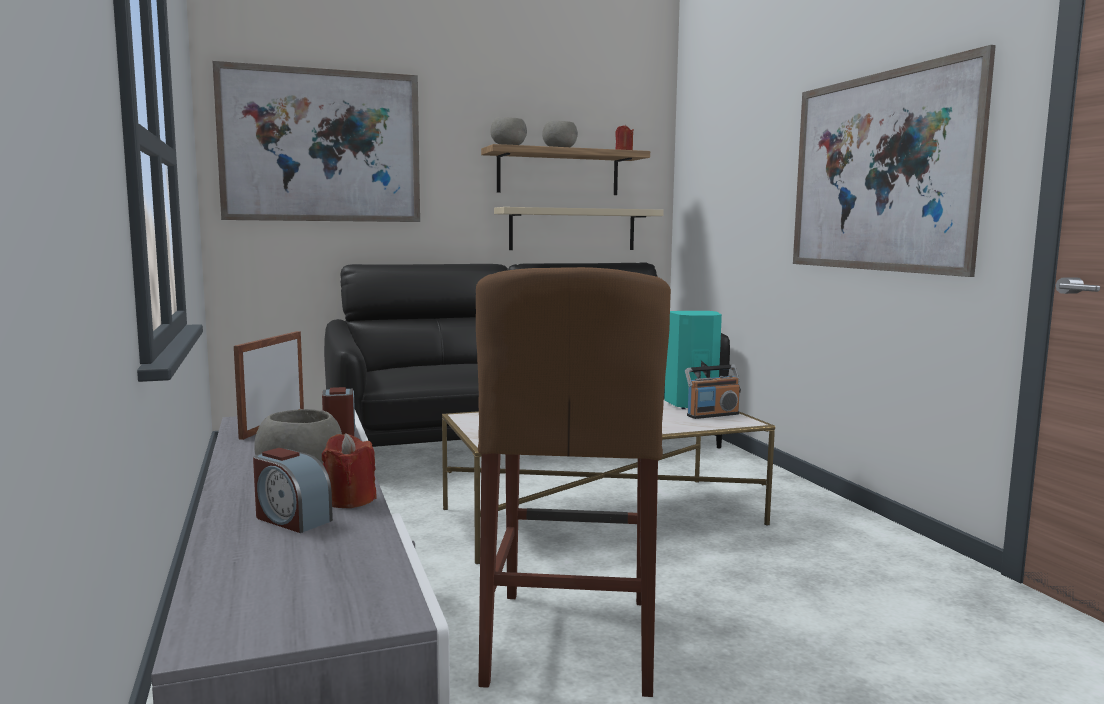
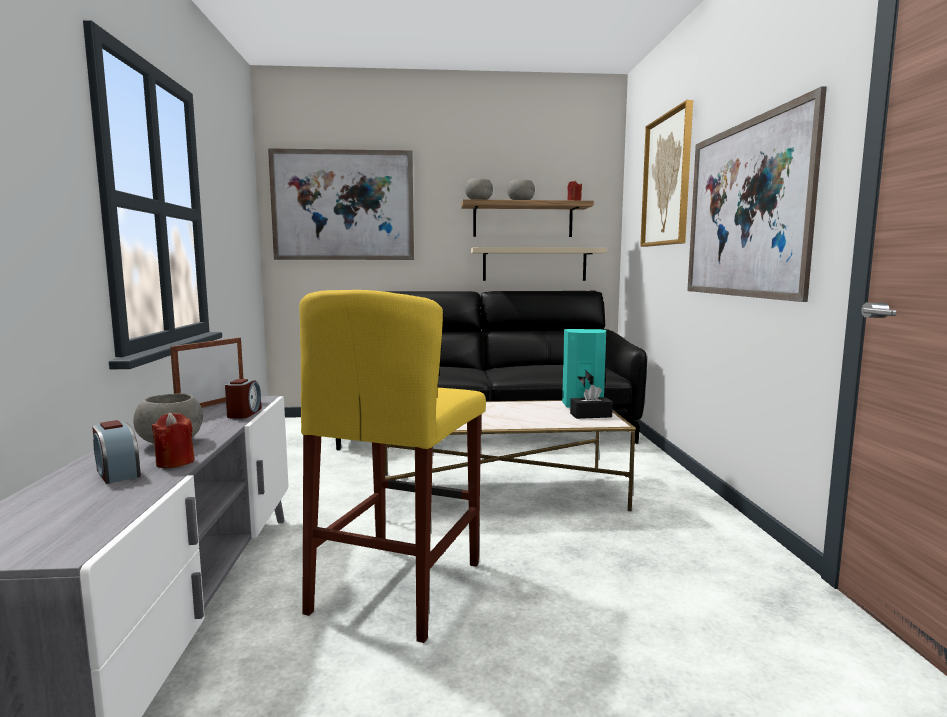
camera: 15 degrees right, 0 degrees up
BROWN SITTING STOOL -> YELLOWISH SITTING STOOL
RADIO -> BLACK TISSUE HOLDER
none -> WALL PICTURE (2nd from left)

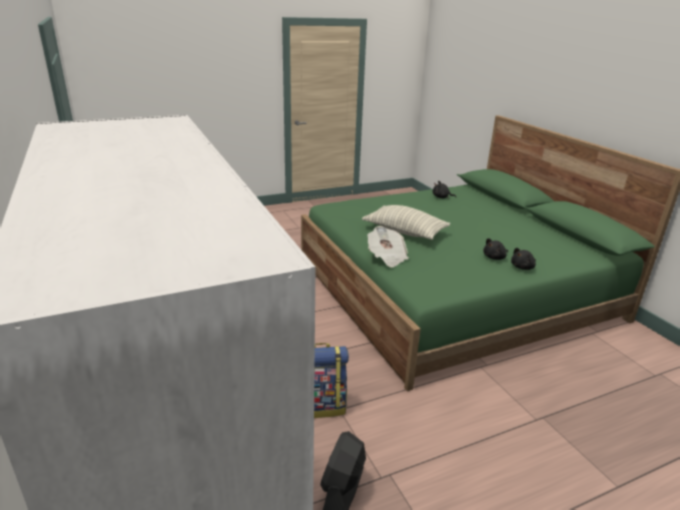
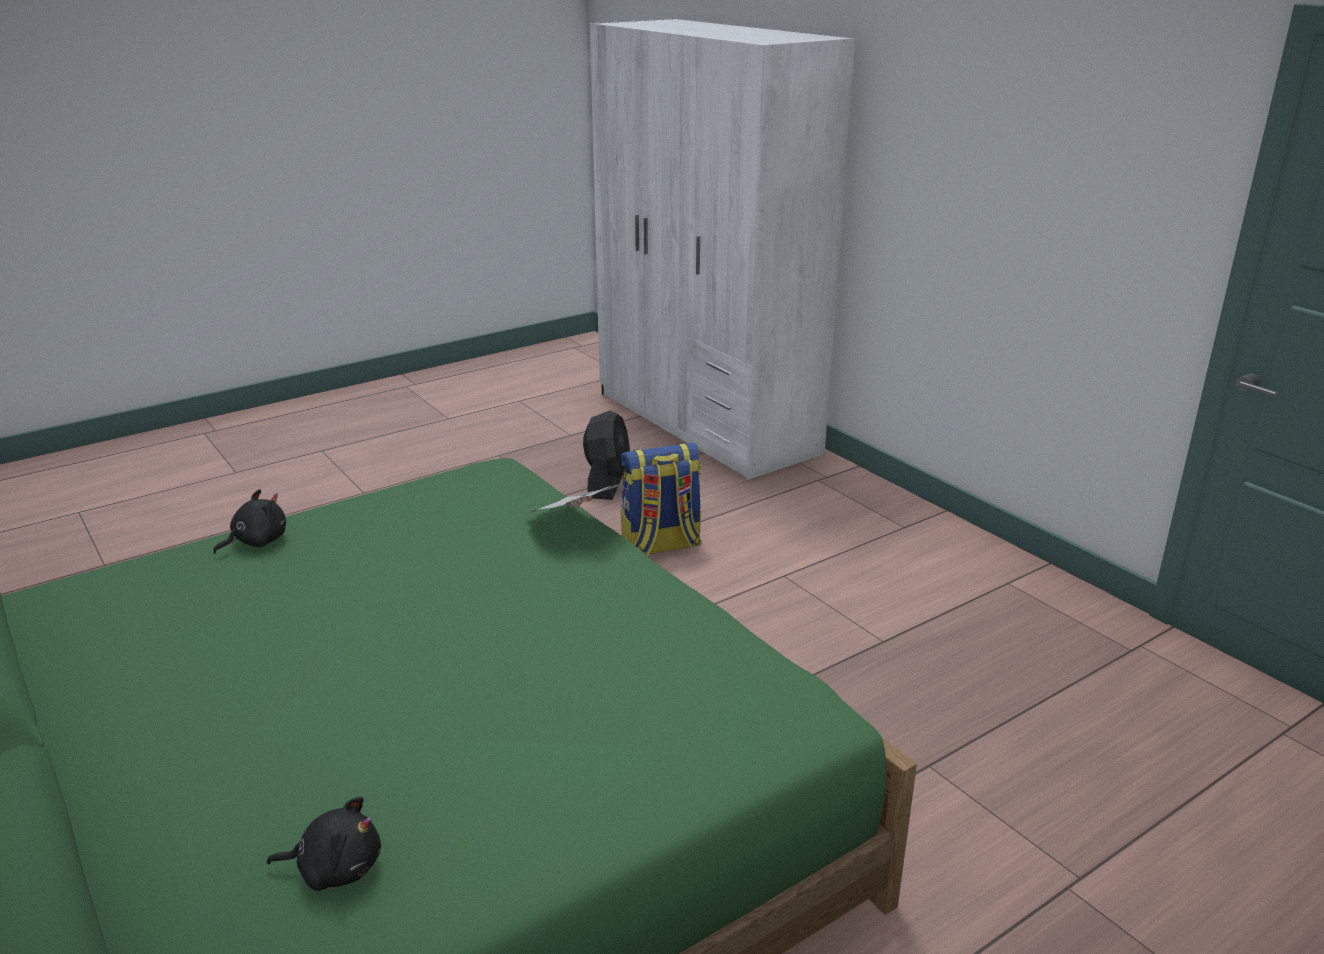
camera: 170 degrees right, 0 degrees up
THROW PILLOW -> none
BLACK PLUSH TOY (2nd from left) -> none

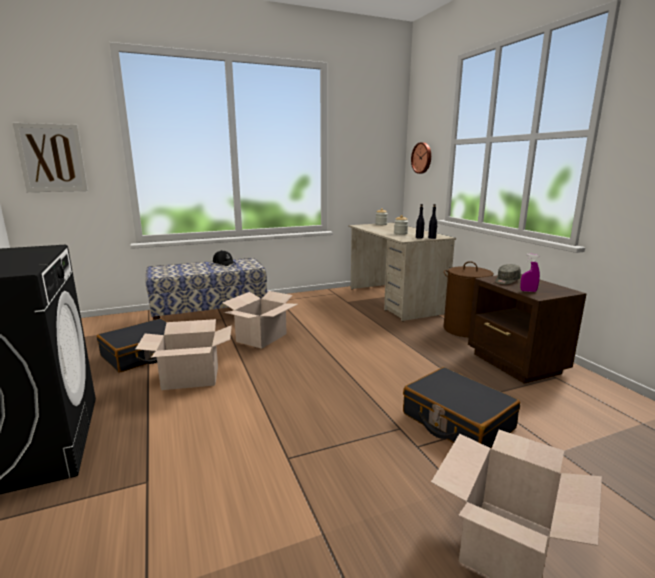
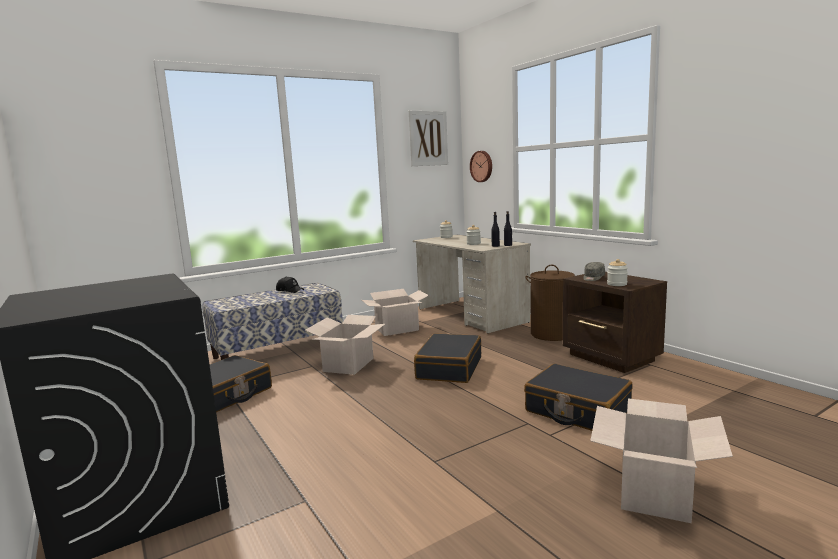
camera: 10 degrees left, 5 degrees down
WALL PICTURE, moved
PURPLISH SPRAY BOTTLE -> PRESERVE JAR (3rd from left)
PACKING BOX (1st from left in the first image) -> PACKING BOX (2nd from left), moved
none -> BLACK PIECE OF LUGGAGE (2nd from left)

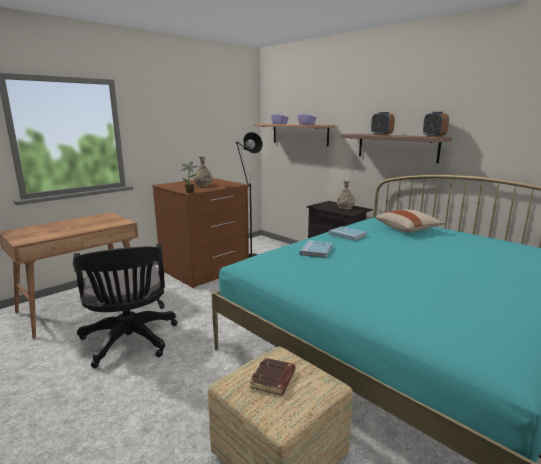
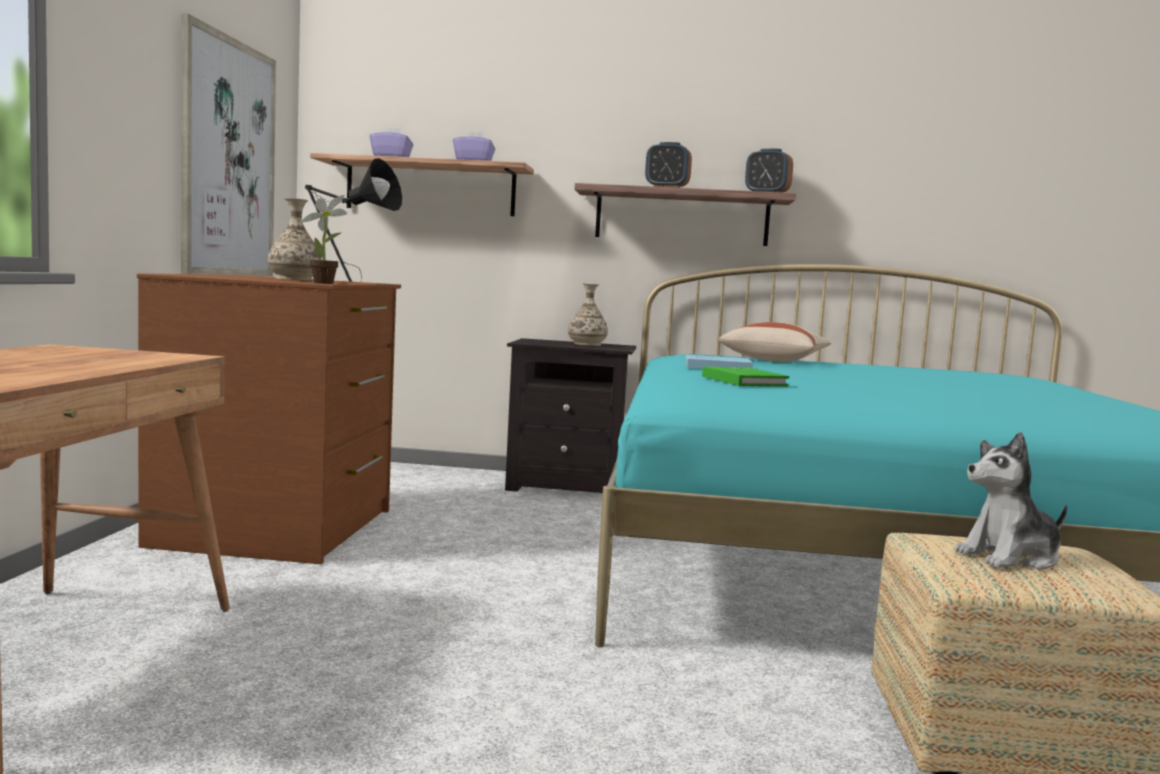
camera: 40 degrees left, 10 degrees down
BLUE VOLUME (1st from left) -> GREEN VOLUME
BLACK DESK CHAIR -> none
BROWN VOLUME -> PLUSH TOY
none -> WALL PICTURE

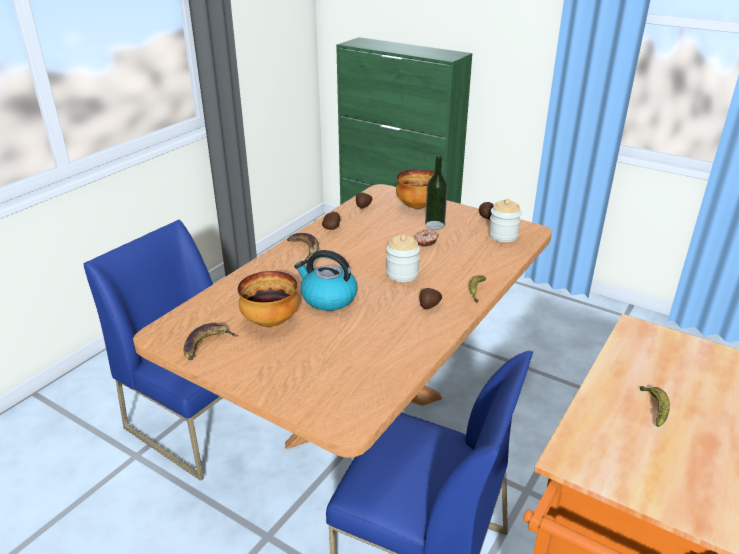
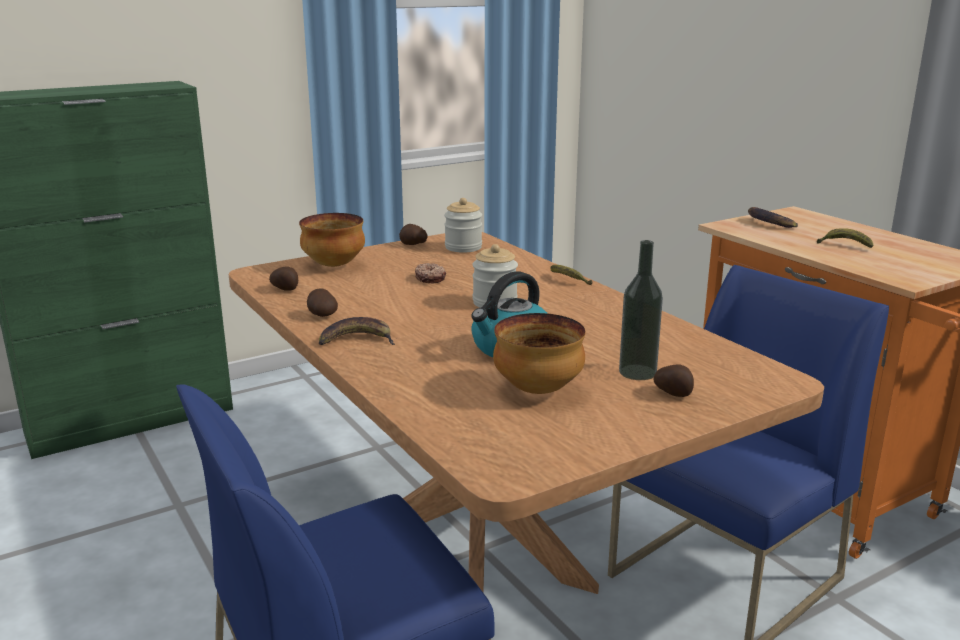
camera: 65 degrees left, 10 degrees down
BEVERAGE BOTTLE, moved
POTATO (3rd from left in the first image) -> POTATO (4th from left), moved
WHOLE BANANA (1st from left in the first image) -> WHOLE BANANA (3rd from left), moved

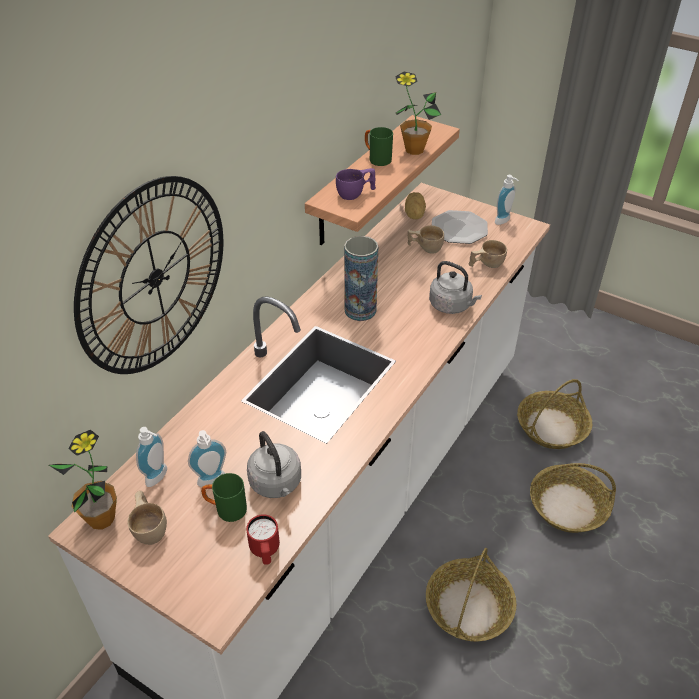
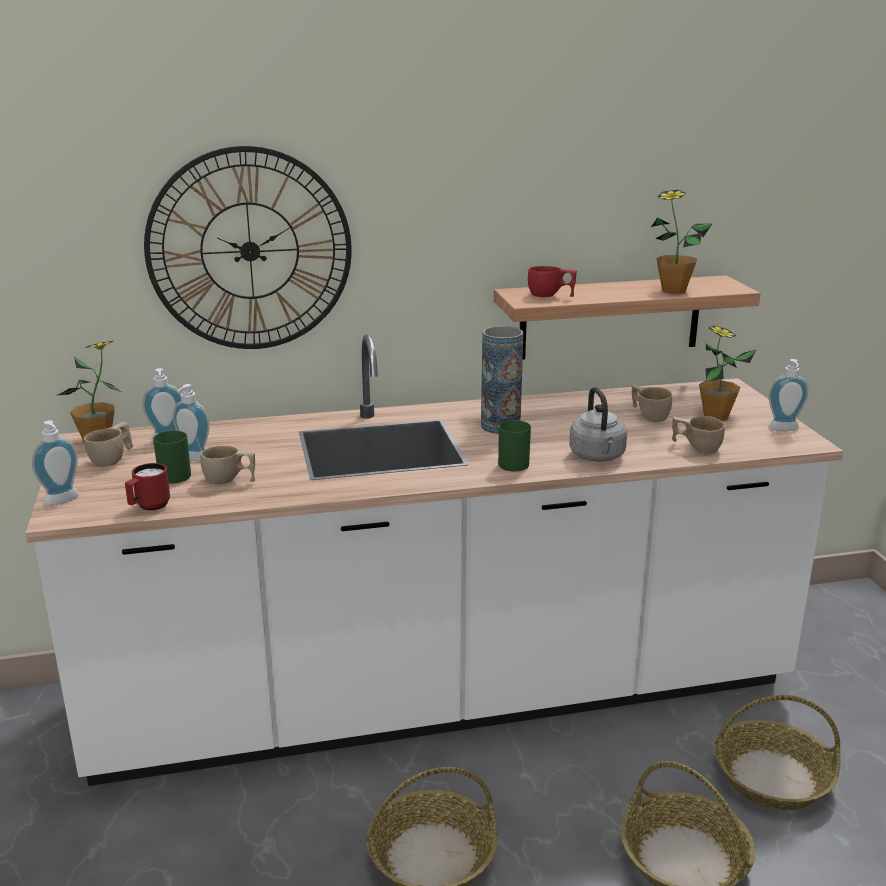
camera: 45 degrees right, 20 degrees down
GREEN TEA MUG (2nd from left), moved
PURPLISH SMALL CUP -> REDDISH SMALL CUP
POTATO -> none
FLAT DISH -> PLANT IN A POT (3rd from left)
GRAY KETTLE (1st from left) -> BEIGE SMALL CUP (2nd from left)
none -> LIQUID SOAP BOTTLE (1st from left)

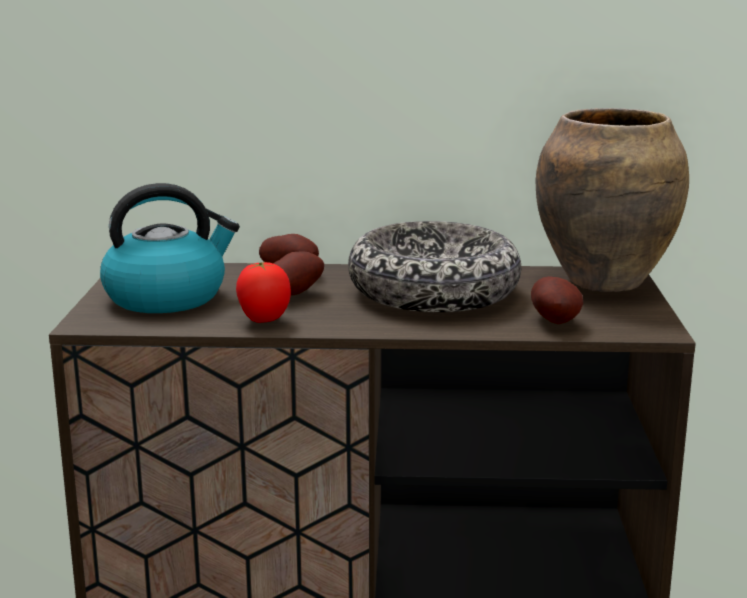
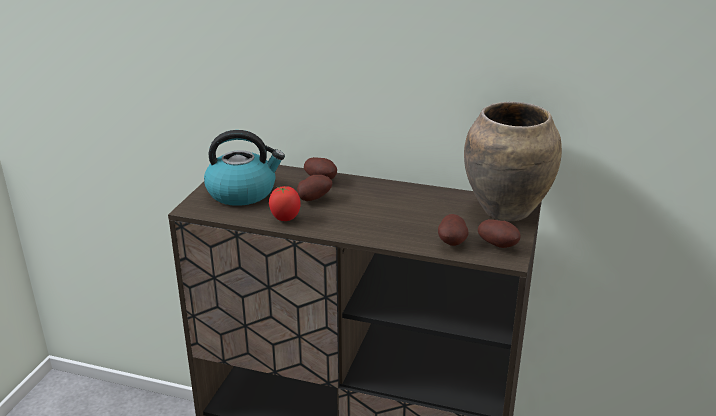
camera: 15 degrees right, 10 degrees up
SERVING BOWL -> none
none -> POTATO (4th from left)

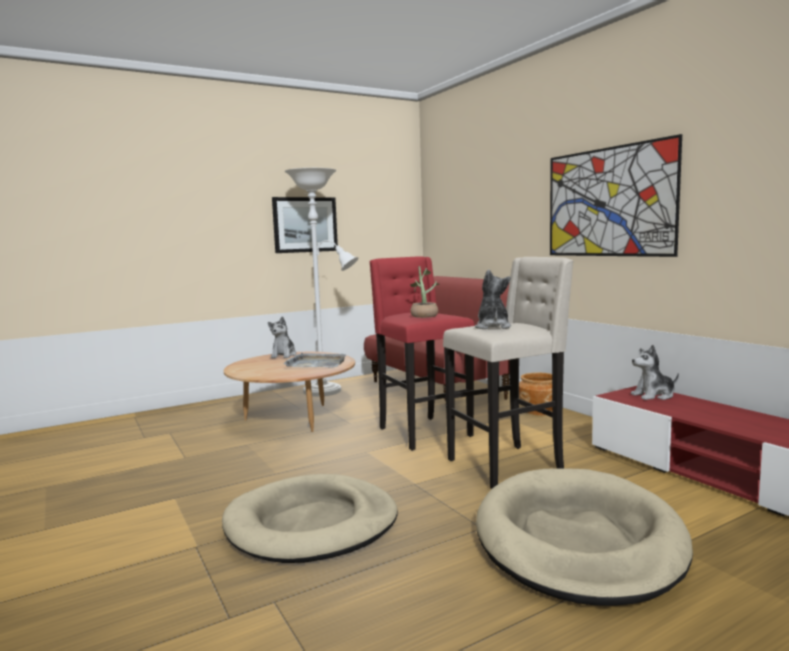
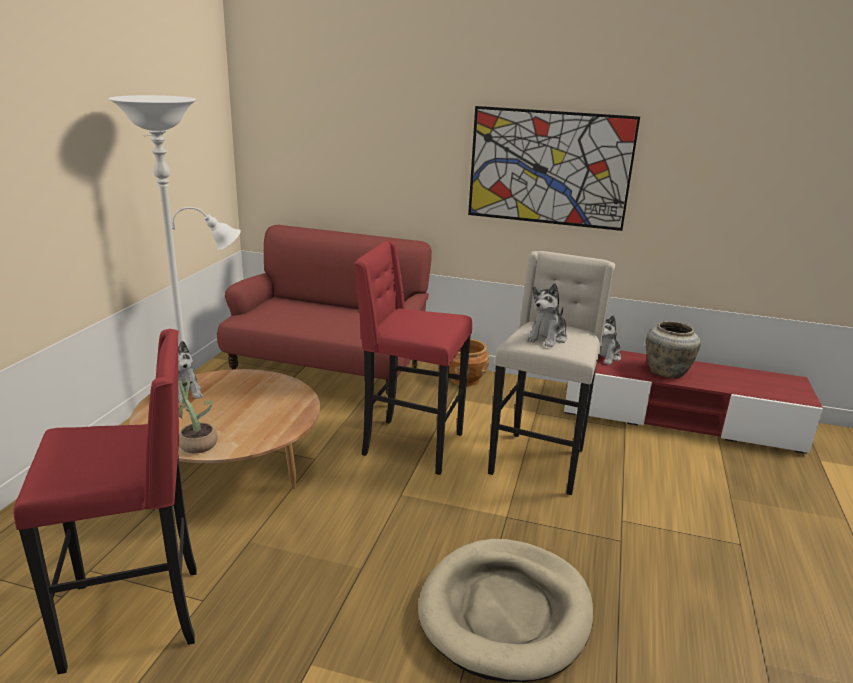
camera: 45 degrees left, 15 degrees up
WALL PICTURE (1st from left) -> none
PLANT IN A POT, moved
PLUSH TOY (2nd from left), 105 degrees counterclockwise
GRAY TRAY -> none
BEIGE PET BED (2nd from left) -> none
none -> BEIGE DECORATIVE VASE
none -> REDDISH SITTING STOOL (1st from left)

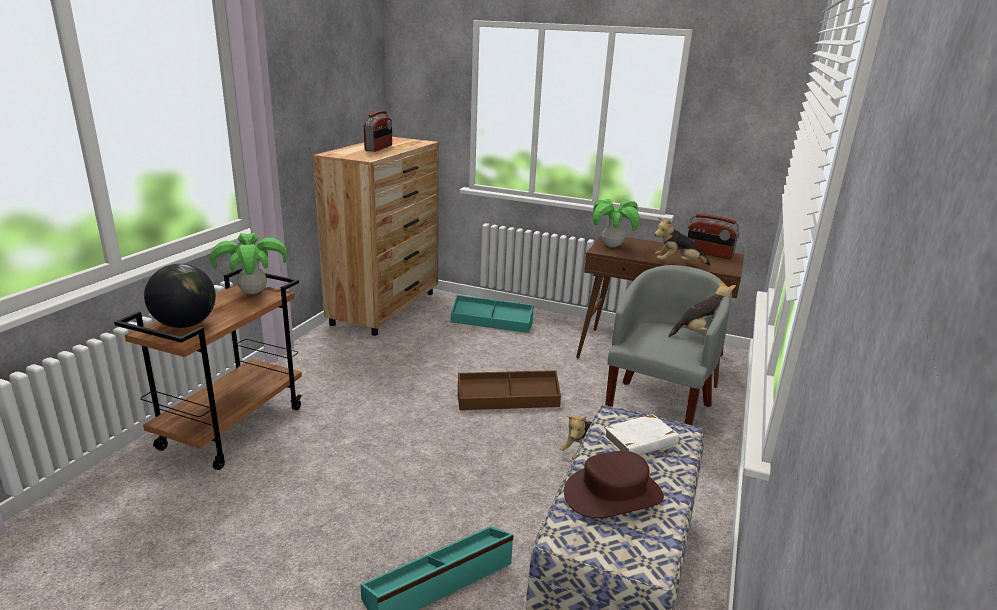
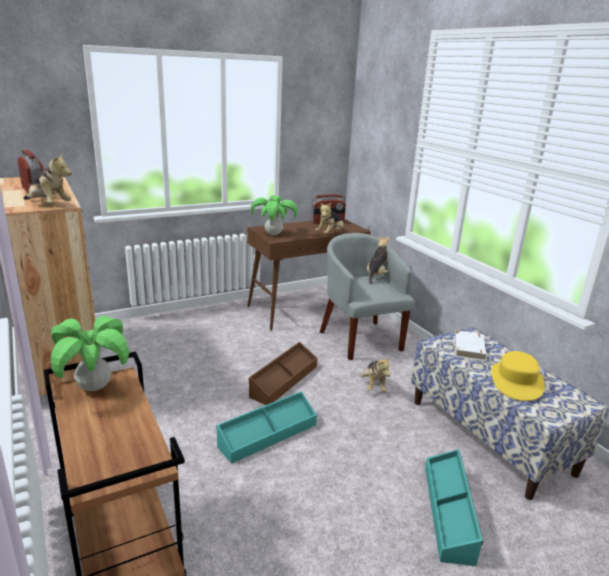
camera: 50 degrees left, 0 degrees up
GLOBE -> none
TURQUOISE STORAGE CONTAINER (2nd from left in the first image) -> TURQUOISE STORAGE CONTAINER (1st from left), moved
BROWN CLOTHING HAT -> YELLOWISH CLOTHING HAT
none -> PLUSH TOY (1st from left)

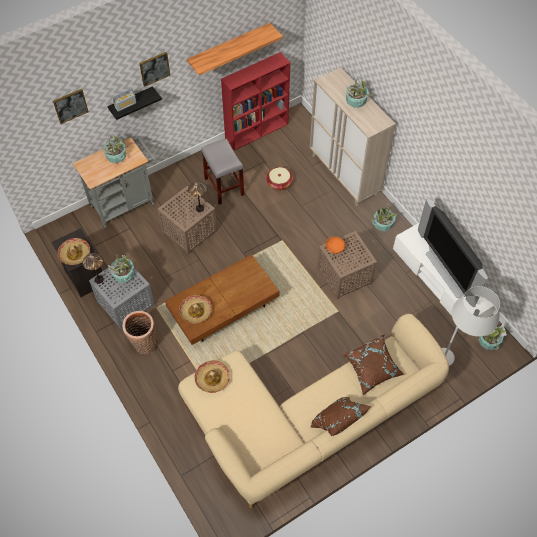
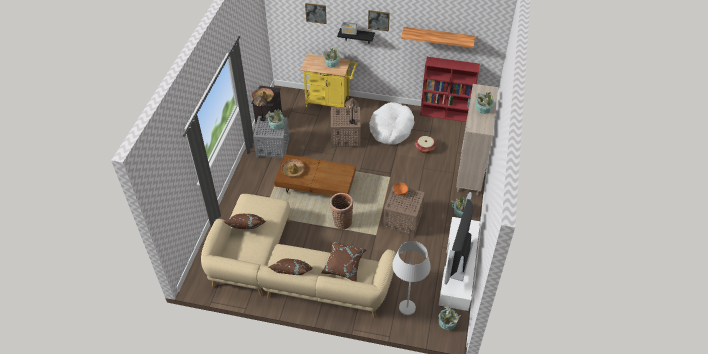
camera: 45 degrees right, 10 degrees down
GRAY CART -> YELLOWISH CART
GRAY SITTING STOOL -> WHITE PET BED
HOUSEHOLD BASKET (1st from left), moved
CLOTHING HAT (3rd from left) -> none
none -> BROWN THROW PILLOW (1st from left)

